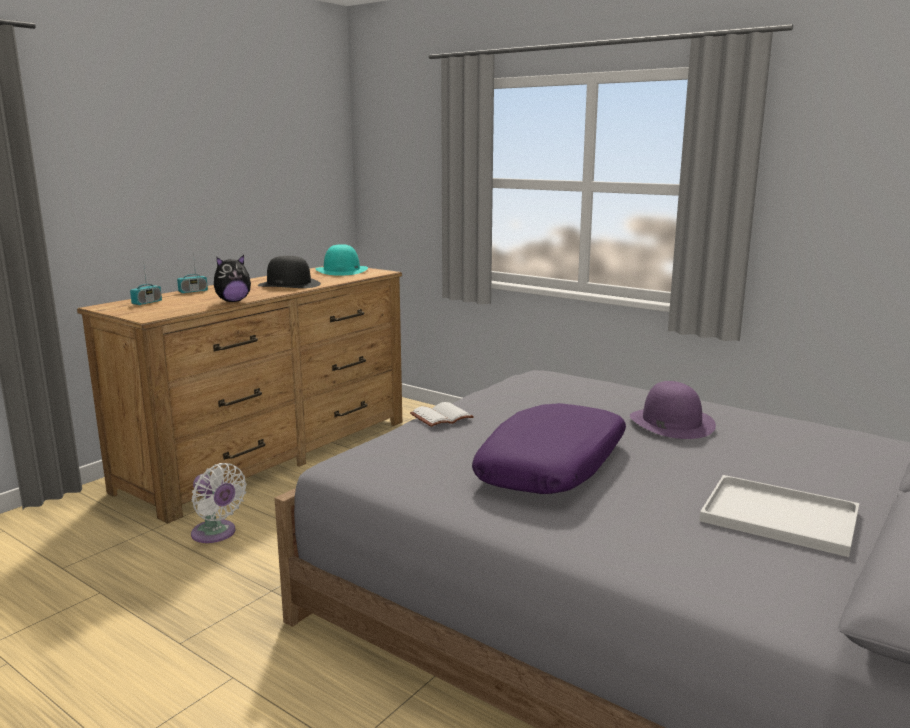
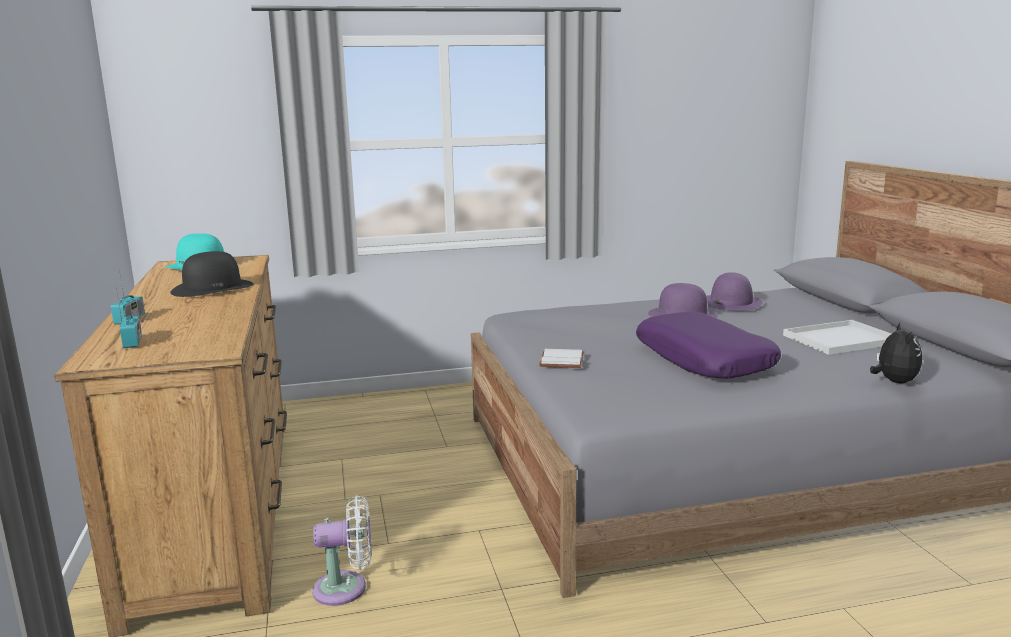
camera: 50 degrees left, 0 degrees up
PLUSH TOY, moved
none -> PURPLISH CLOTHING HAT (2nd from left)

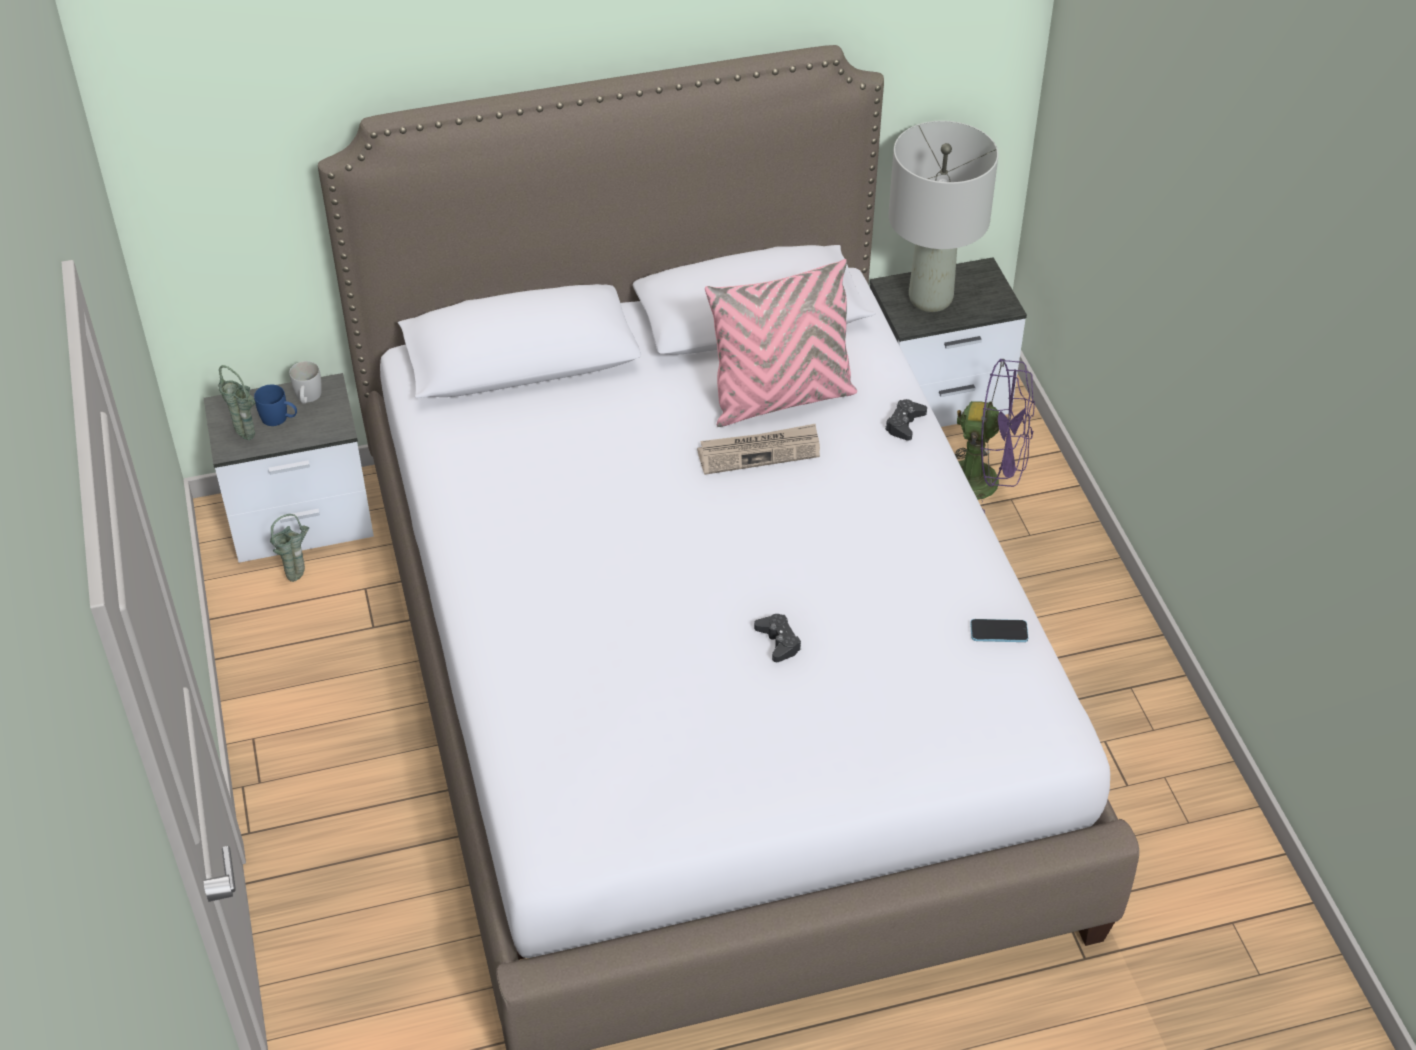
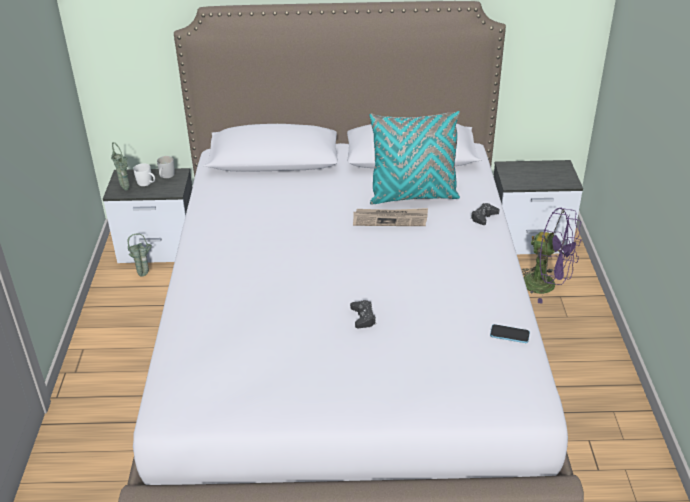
camera: 15 degrees right, 10 degrees down
GRAY TABLE LAMP -> none
PINK-COLOURED THROW PILLOW -> TURQUOISE THROW PILLOW
BLUE TEA MUG -> WHITE TEA MUG (1st from left)

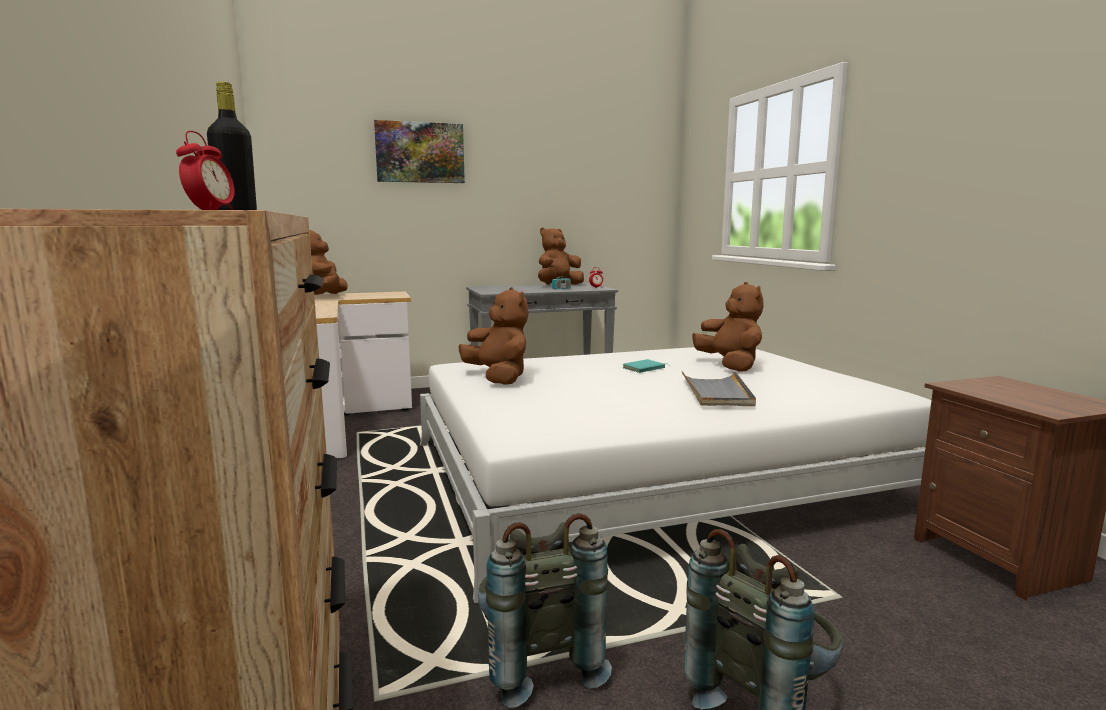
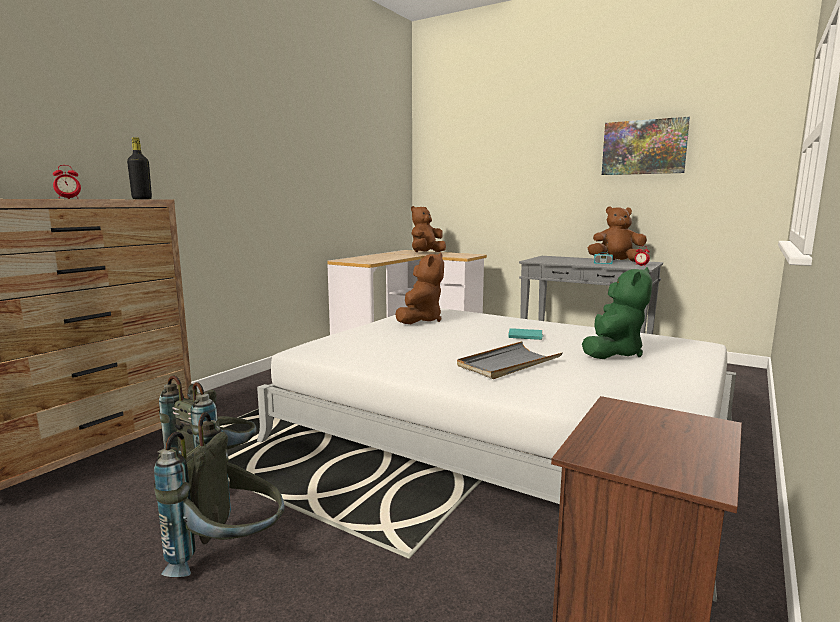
camera: 50 degrees right, 0 degrees up
WALL PICTURE, moved
BROWN PLUSH TOY (4th from left) -> GREEN PLUSH TOY

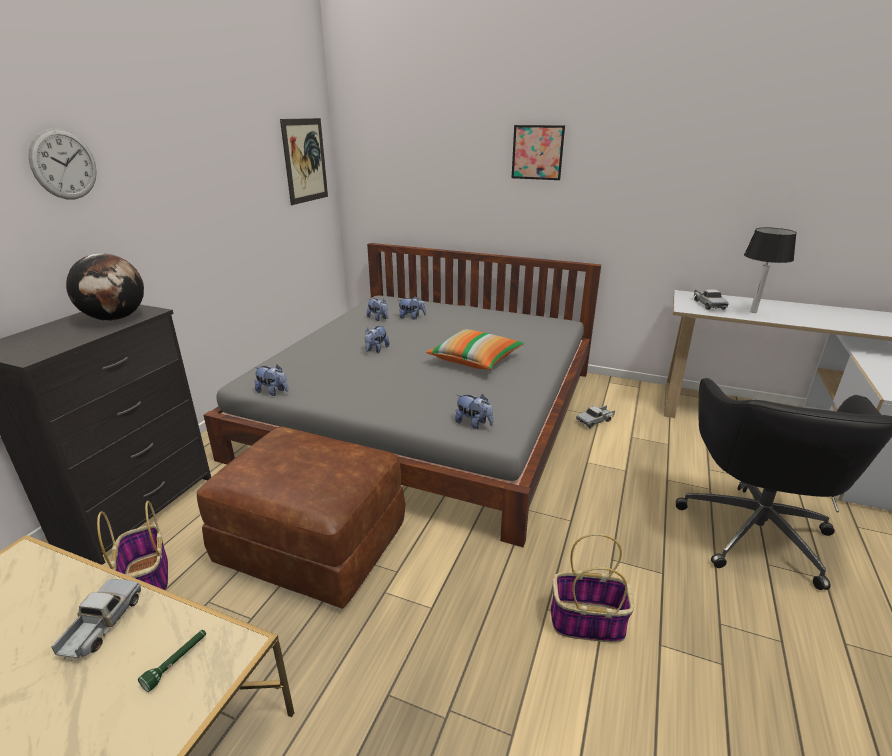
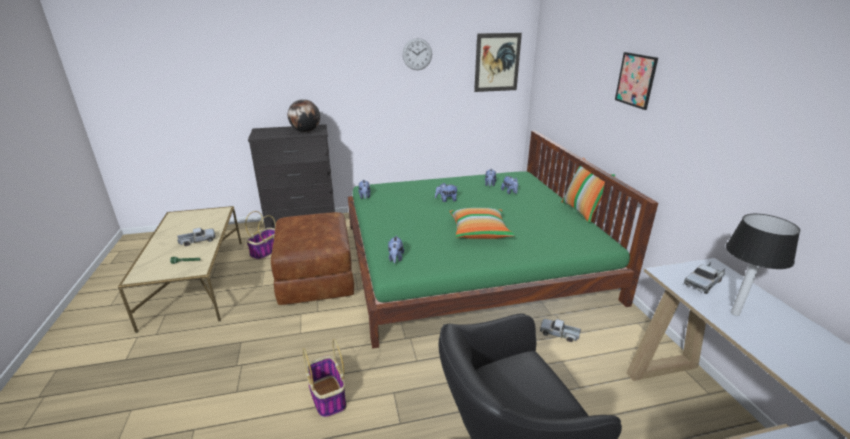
camera: 55 degrees right, 0 degrees up
WALL CLOCK, moved
GRAY SLEEPING BED -> GREEN SLEEPING BED
none -> THROW PILLOW (2nd from left)

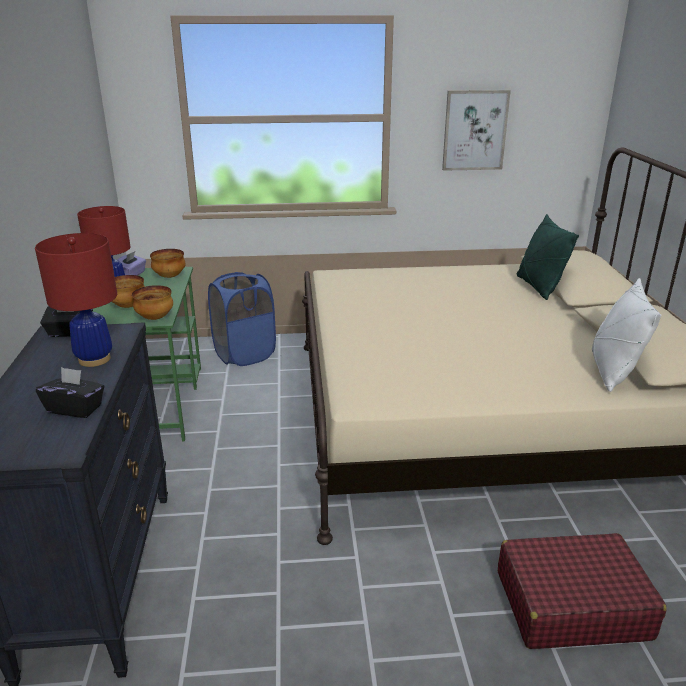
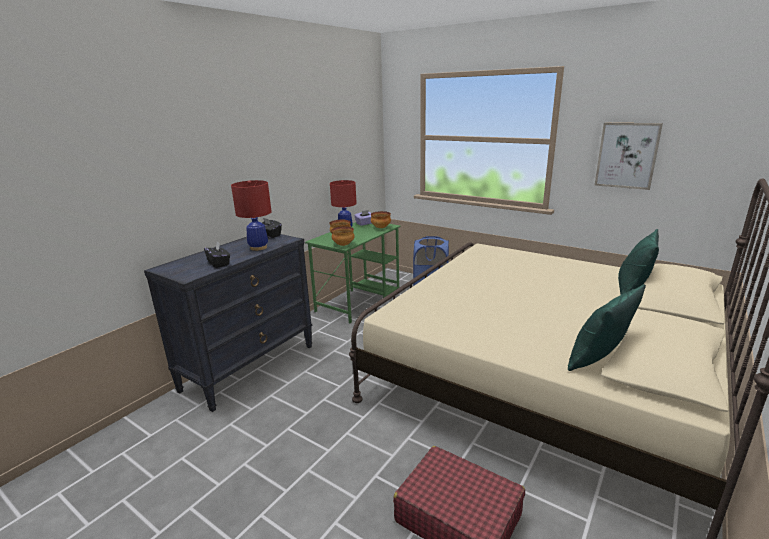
camera: 40 degrees right, 5 degrees down
WHITE THROW PILLOW -> GREEN THROW PILLOW (1st from left)

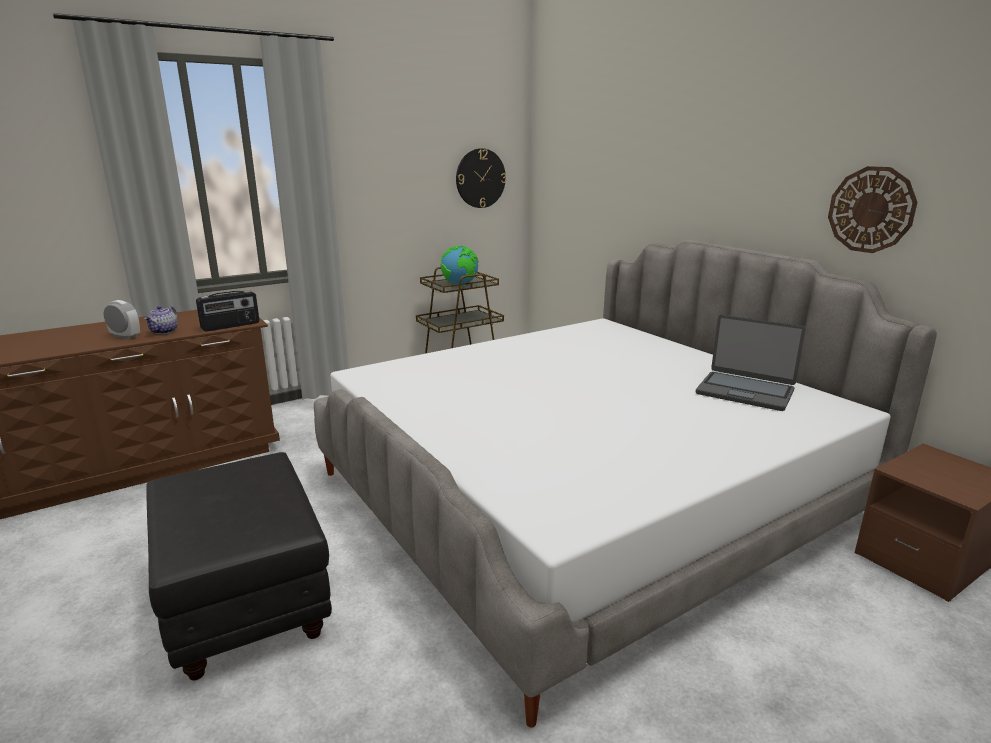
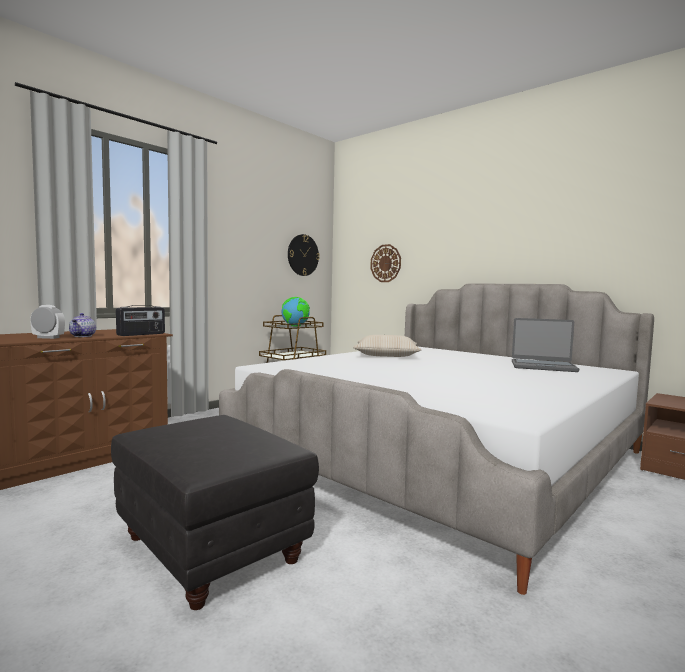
camera: 15 degrees left, 15 degrees down
WALL CLOCK (2nd from left), moved
none -> BEIGE THROW PILLOW

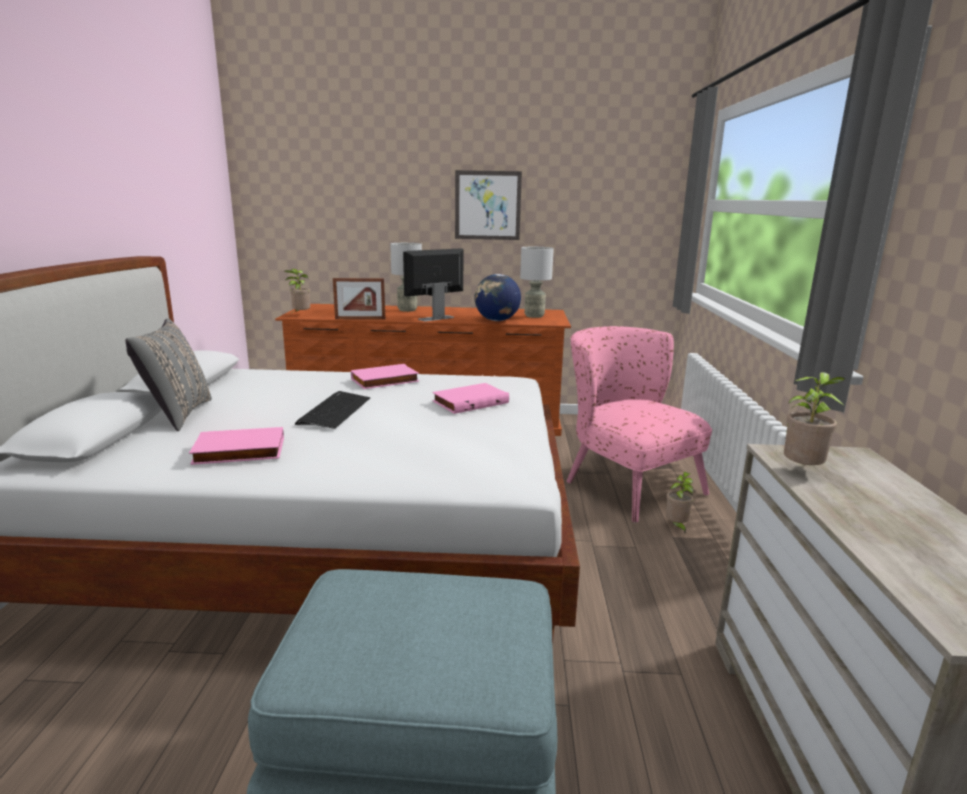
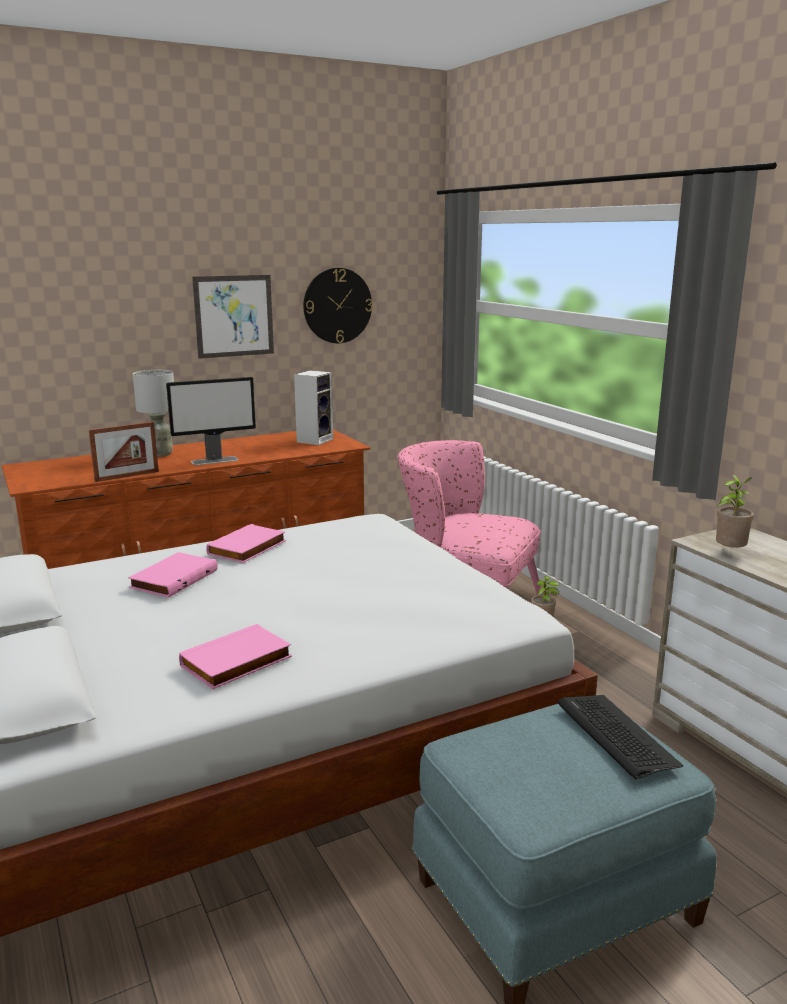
camera: 30 degrees left, 0 degrees up
GRAY TABLE LAMP (2nd from left) -> LOUDSPEAKER
COMPUTER SCREEN, 135 degrees counterclockwise
PLANT IN A POT (1st from left) -> none
GLOBE -> none
GRAY THROW PILLOW -> none
PINK-COLOURED VOLUME (3rd from left in the first image) -> PINK-COLOURED VOLUME (1st from left), moved
COMPUTER KEYBOARD, moved
none -> WALL CLOCK

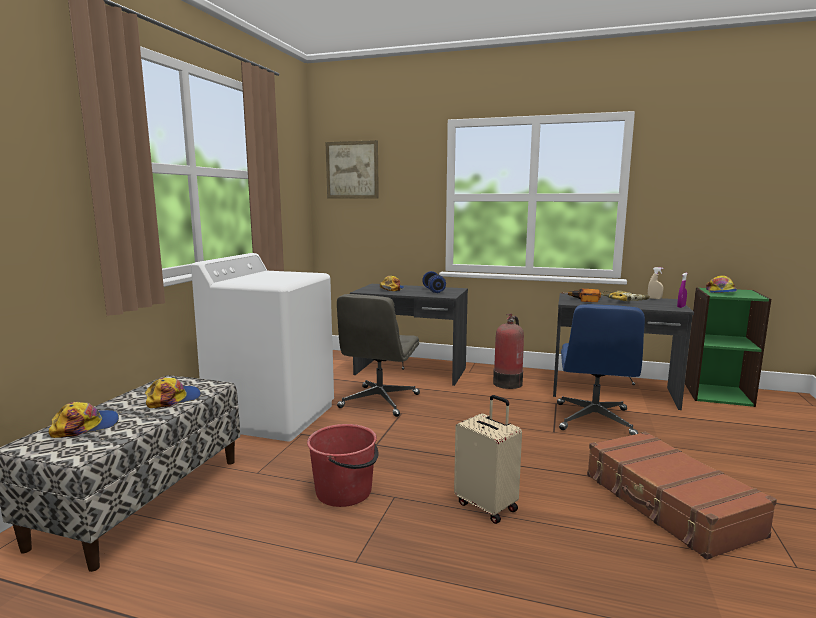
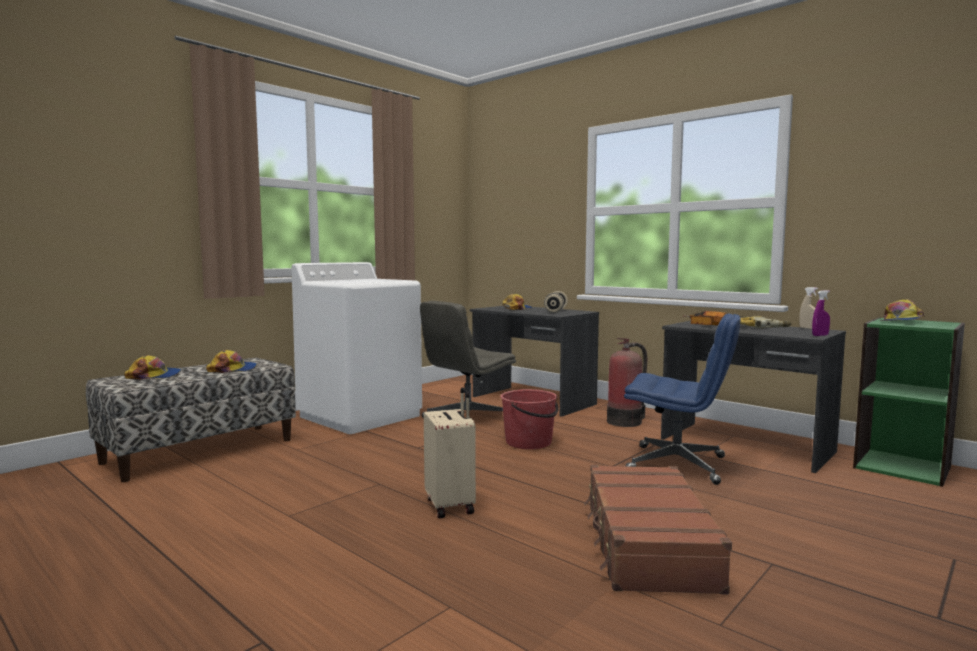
camera: 25 degrees right, 5 degrees down
WALL PICTURE -> none
BLUE HAND WEIGHT -> BEIGE HAND WEIGHT
BLUE DESK CHAIR, 105 degrees counterclockwise
REDDISH WATER BUCKET, moved

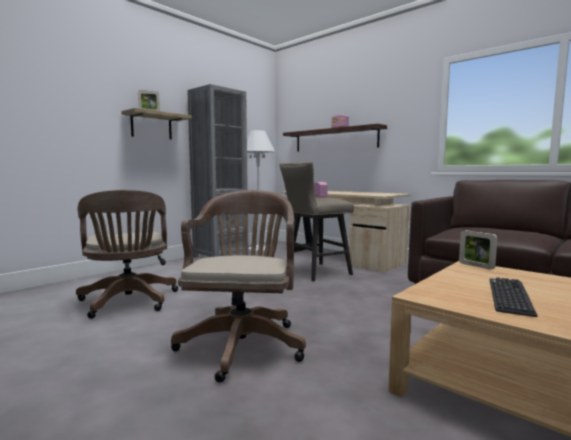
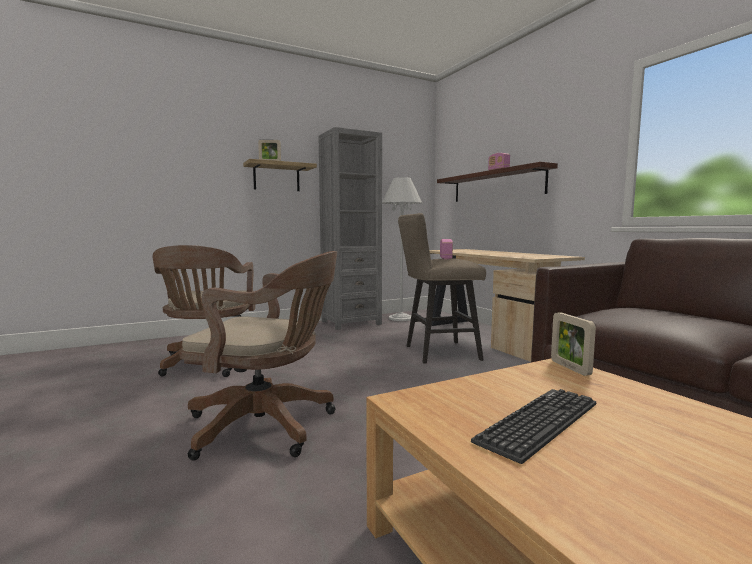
camera: 20 degrees right, 0 degrees up
BROWN DESK CHAIR (2nd from left), 75 degrees clockwise

